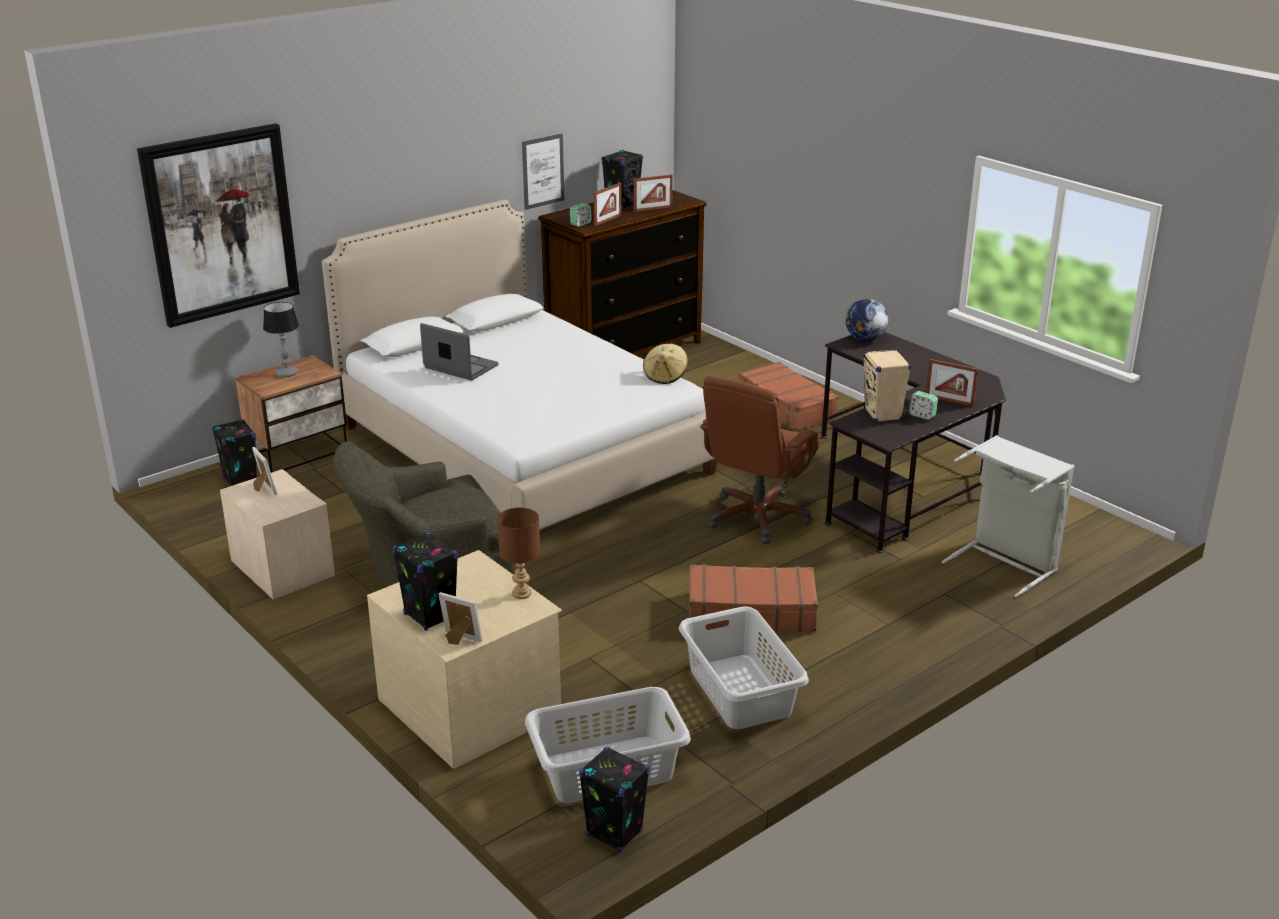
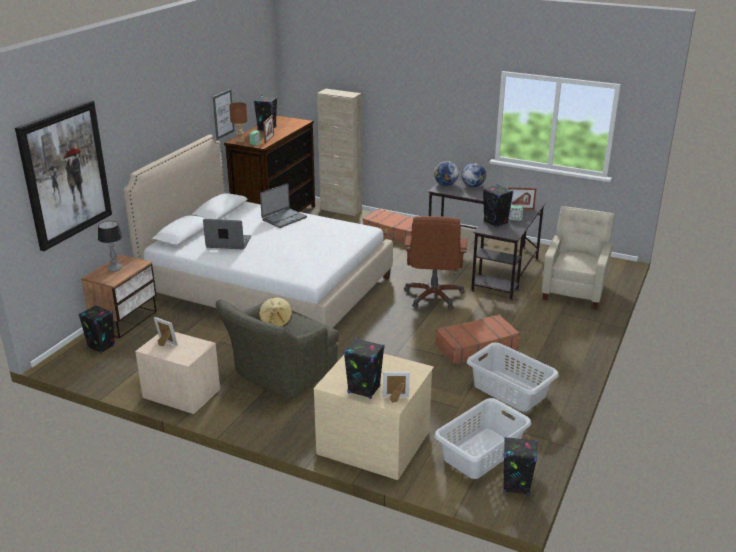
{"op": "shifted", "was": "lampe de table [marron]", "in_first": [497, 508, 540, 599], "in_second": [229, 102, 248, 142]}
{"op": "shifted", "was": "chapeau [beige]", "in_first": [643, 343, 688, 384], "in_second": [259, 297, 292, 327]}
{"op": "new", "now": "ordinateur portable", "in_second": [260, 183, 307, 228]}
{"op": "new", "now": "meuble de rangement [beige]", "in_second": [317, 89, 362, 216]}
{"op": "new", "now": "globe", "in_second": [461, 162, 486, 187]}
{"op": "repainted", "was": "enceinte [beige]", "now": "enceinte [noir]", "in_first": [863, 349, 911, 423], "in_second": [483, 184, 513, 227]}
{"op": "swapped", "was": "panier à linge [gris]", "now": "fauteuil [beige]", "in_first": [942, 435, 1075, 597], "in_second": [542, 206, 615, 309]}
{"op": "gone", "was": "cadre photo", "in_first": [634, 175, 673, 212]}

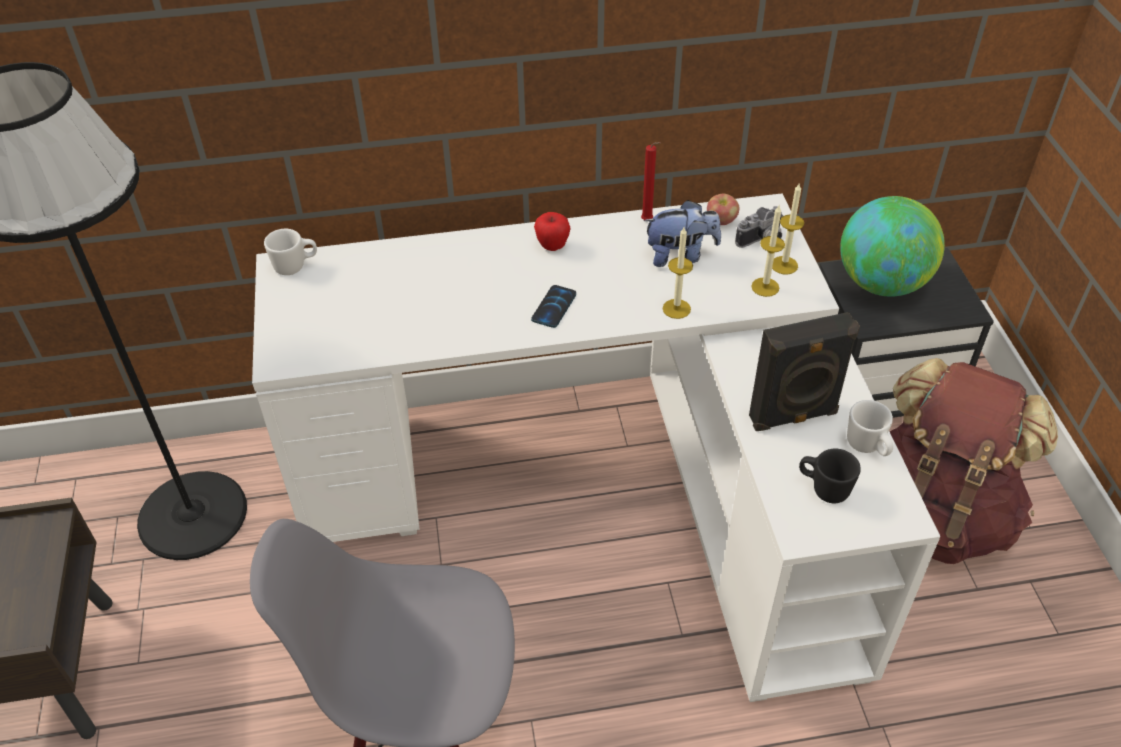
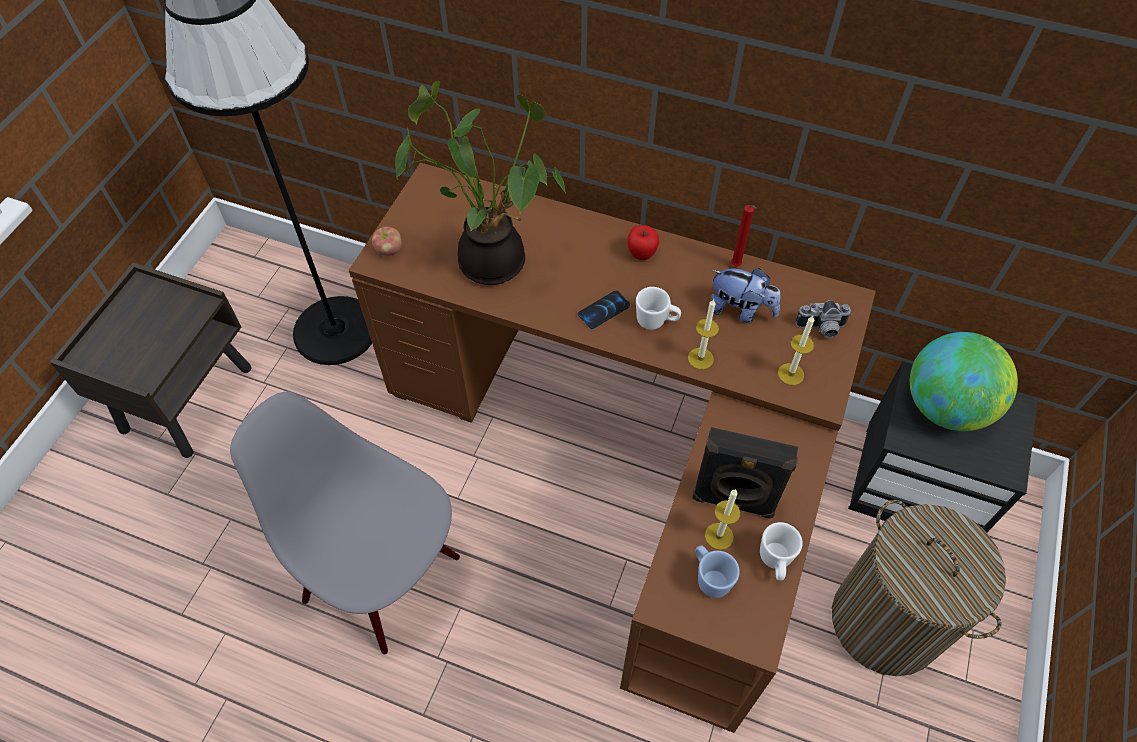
{"op": "repainted", "was": "bureau [blanc]", "now": "bureau [marron]", "in_first": [252, 193, 940, 702], "in_second": [349, 163, 876, 733]}
{"op": "shifted", "was": "pomme", "in_first": [707, 194, 739, 225], "in_second": [372, 227, 402, 256]}
{"op": "new", "now": "plante en pot", "in_second": [395, 81, 566, 285]}
{"op": "shifted", "was": "mug [blanc]", "in_first": [264, 229, 317, 275], "in_second": [636, 287, 681, 330]}
{"op": "repainted", "was": "mug [noir]", "now": "mug [bleu]", "in_first": [799, 449, 861, 503], "in_second": [695, 545, 740, 598]}
{"op": "shifted", "was": "bougie", "in_first": [772, 184, 804, 274], "in_second": [705, 489, 740, 550]}
{"op": "swapped", "was": "sac à dos [marron]", "now": "panier à linge", "in_first": [889, 358, 1058, 564], "in_second": [832, 500, 1006, 676]}

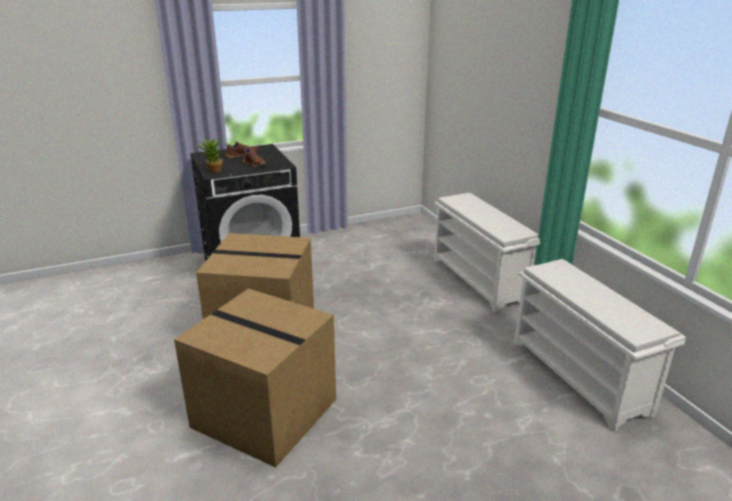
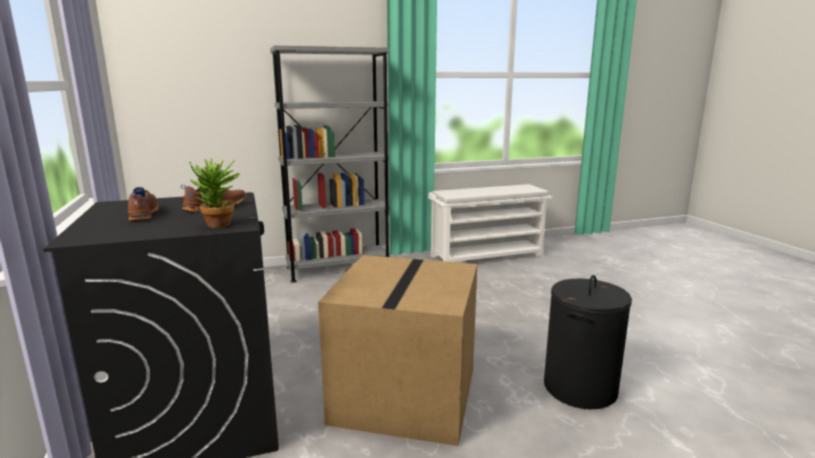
{"op": "swapped", "was": "étagère à chaussures [blanc]", "now": "bibliothèque [gris]", "in_first": [434, 193, 540, 312], "in_second": [270, 46, 390, 283]}
{"op": "swapped", "was": "carton", "now": "panier à linge [noir]", "in_first": [174, 288, 336, 468], "in_second": [544, 275, 632, 409]}

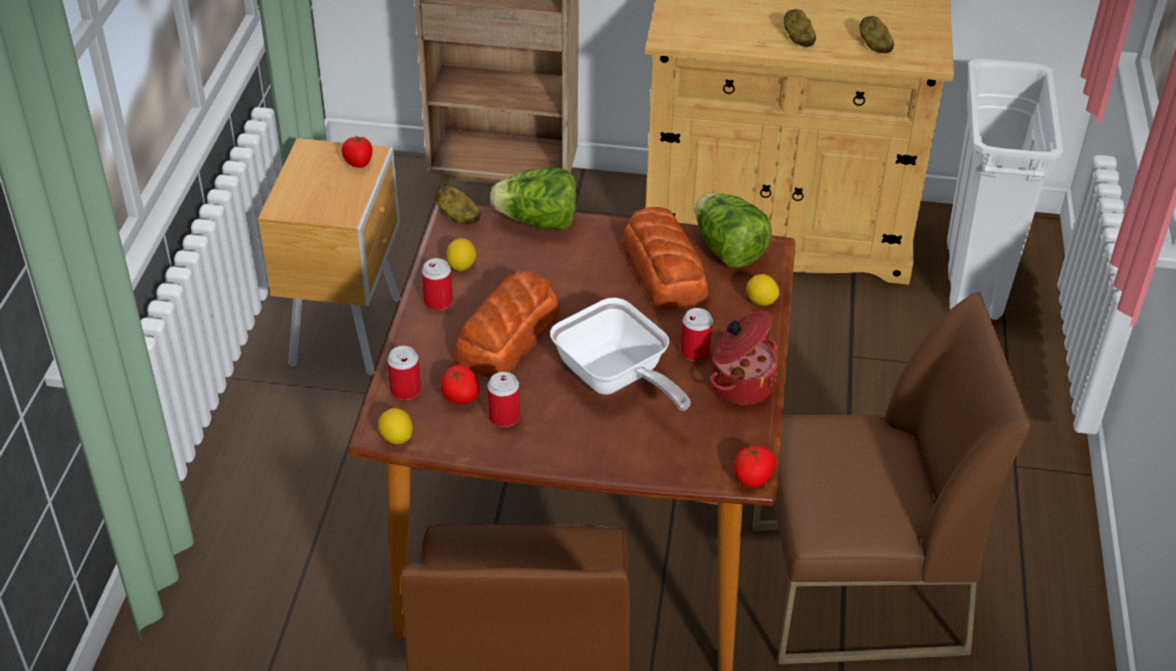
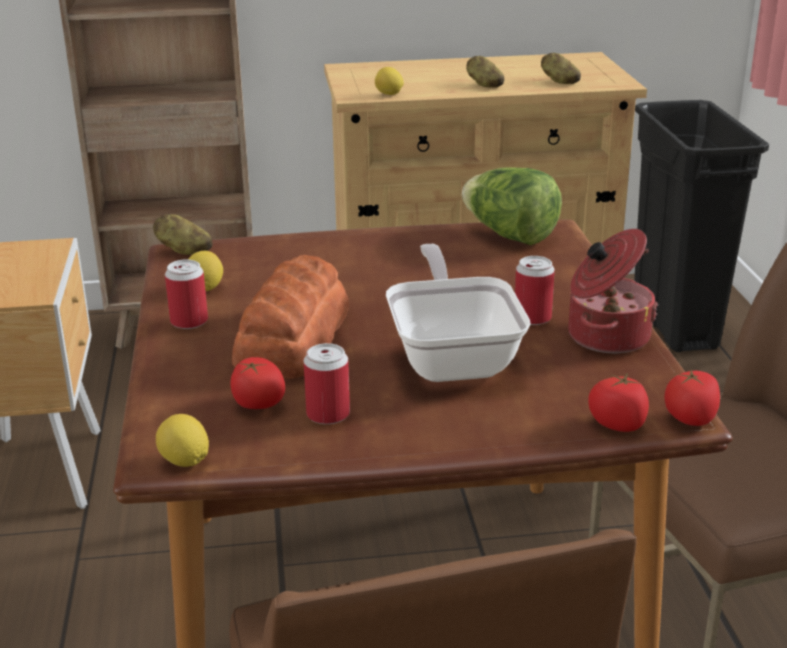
{"op": "shifted", "was": "citron", "in_first": [746, 274, 779, 306], "in_second": [375, 67, 404, 95]}
{"op": "rotated", "was": "poêle", "in_first": [550, 298, 691, 411], "in_second": [386, 244, 531, 382], "clockwise": -135}
{"op": "shifted", "was": "tomate", "in_first": [342, 136, 373, 168], "in_second": [588, 372, 649, 432]}
{"op": "repainted", "was": "poubelle [blanc]", "now": "poubelle [noir]", "in_first": [947, 59, 1063, 320], "in_second": [634, 100, 769, 352]}
{"op": "gone", "was": "boîte métallique", "in_first": [387, 346, 421, 400]}
{"op": "gone", "was": "laitue", "in_first": [490, 167, 577, 231]}
{"op": "gone", "was": "pain", "in_first": [622, 207, 709, 309]}

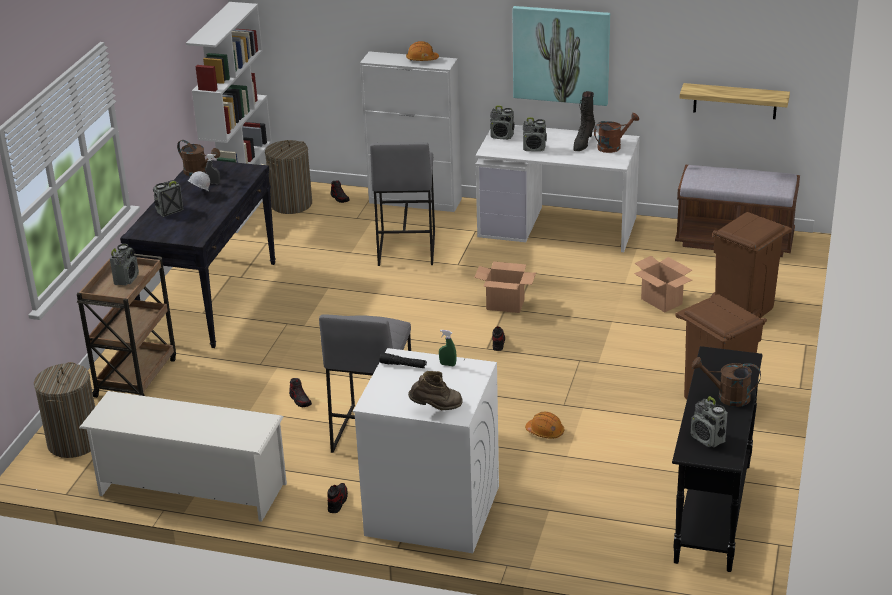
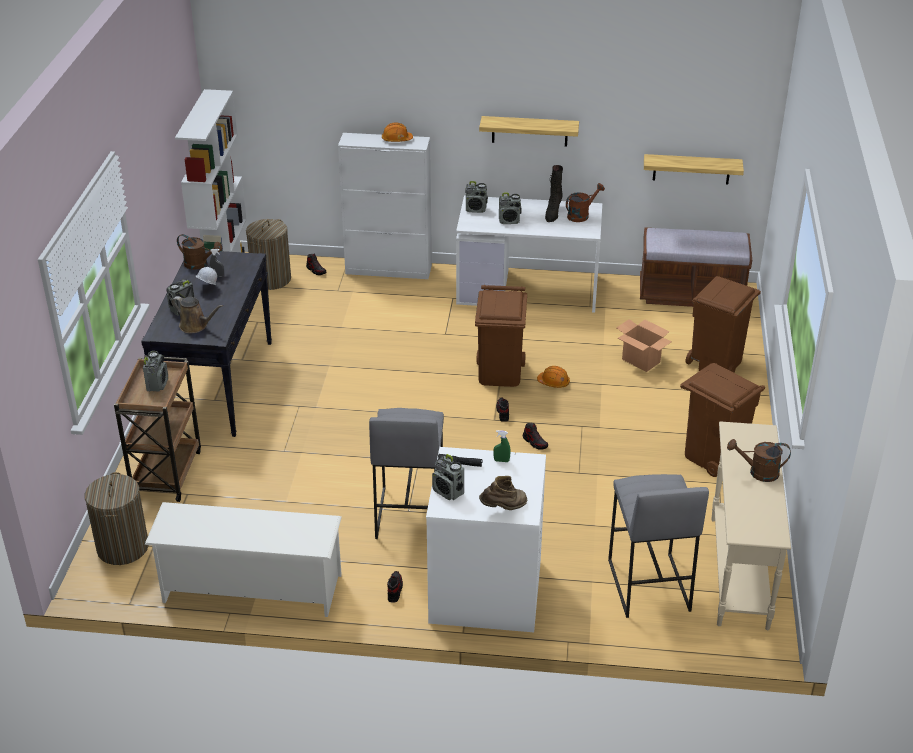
{"op": "new", "now": "arrosoir [marron]", "in_second": [171, 296, 223, 333]}
{"op": "shifted", "was": "radio", "in_first": [691, 396, 728, 448], "in_second": [432, 454, 464, 500]}
{"op": "swapped", "was": "carton", "now": "poubelle [marron]", "in_first": [474, 261, 536, 313], "in_second": [475, 285, 527, 387]}
{"op": "swapped", "was": "tableau", "now": "étagère", "in_first": [513, 6, 610, 106], "in_second": [479, 116, 579, 147]}
{"op": "shifted", "was": "chaussure", "in_first": [289, 378, 312, 407], "in_second": [523, 423, 548, 450]}
{"op": "shifted", "was": "casque de chantier [orange]", "in_first": [525, 412, 564, 438], "in_second": [537, 366, 570, 388]}
{"op": "shifted", "was": "tabouret [gris]", "in_first": [370, 142, 435, 266], "in_second": [608, 474, 709, 618]}
{"op": "repainted", "was": "table console [noir]", "now": "table console [beige]", "in_first": [672, 346, 763, 572], "in_second": [711, 421, 791, 630]}

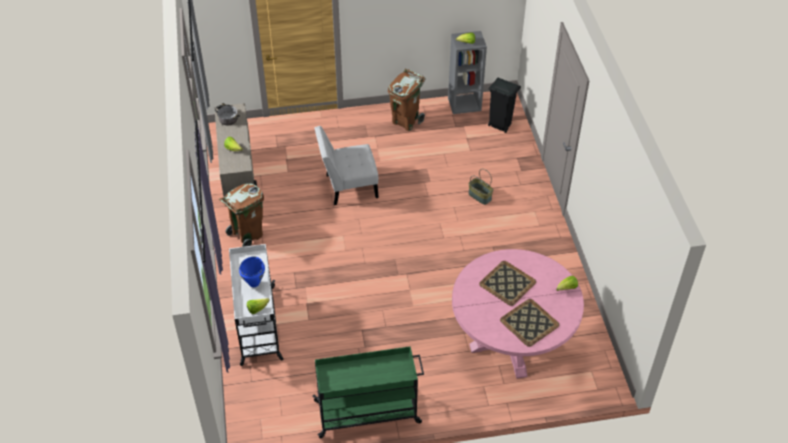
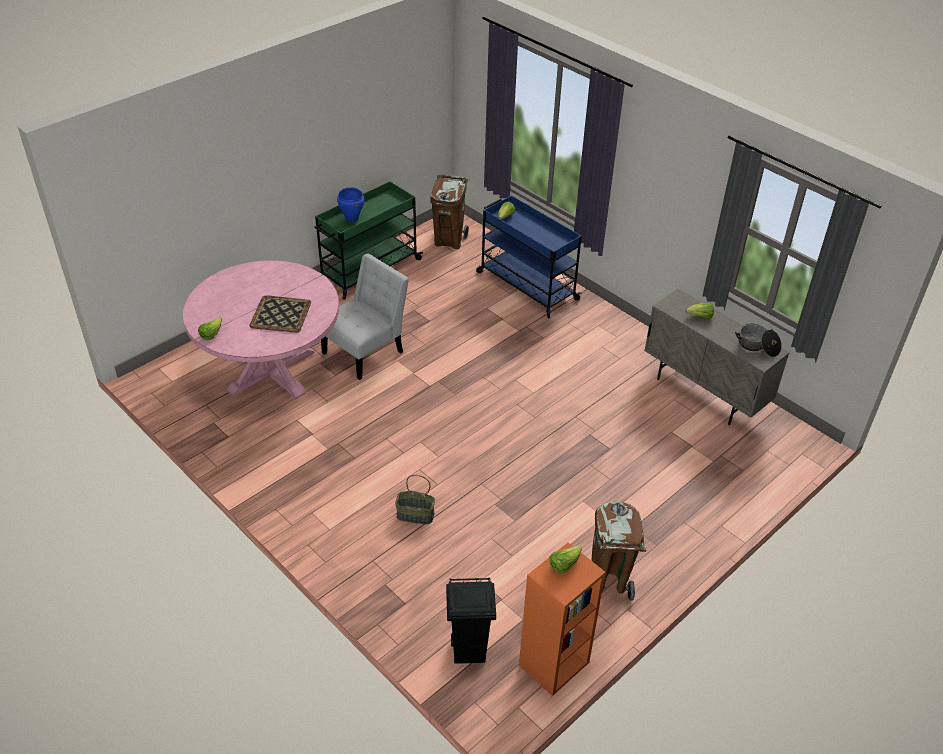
{"op": "shifted", "was": "chaise [blanc]", "in_first": [315, 126, 379, 205], "in_second": [321, 253, 409, 380]}
{"op": "shifted", "was": "marmite [bleu]", "in_first": [239, 257, 265, 287], "in_second": [337, 187, 364, 222]}
{"op": "shifted", "was": "poubelle [marron]", "in_first": [219, 183, 264, 247], "in_second": [430, 175, 469, 249]}
{"op": "repainted", "was": "chariot [blanc]", "now": "chariot [bleu]", "in_first": [229, 244, 283, 366], "in_second": [476, 195, 582, 318]}
{"op": "repainted", "was": "bibliothèque [gris]", "now": "bibliothèque [orange]", "in_first": [448, 31, 487, 114], "in_second": [519, 542, 606, 696]}
{"op": "gone", "was": "plateau", "in_first": [500, 299, 559, 347]}

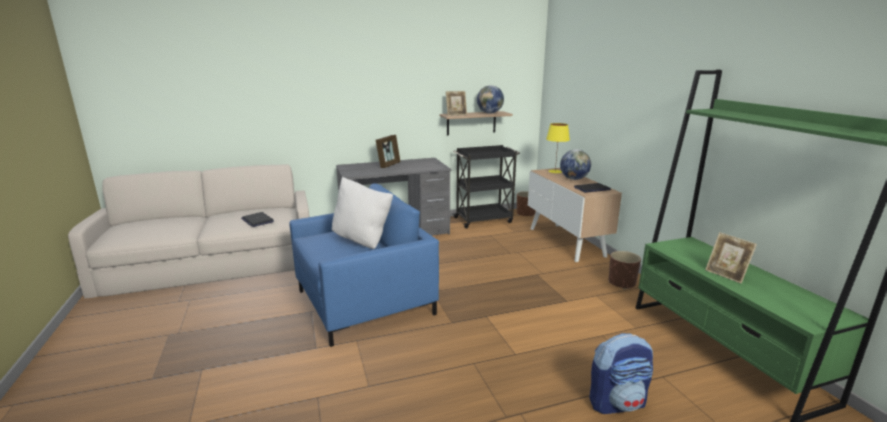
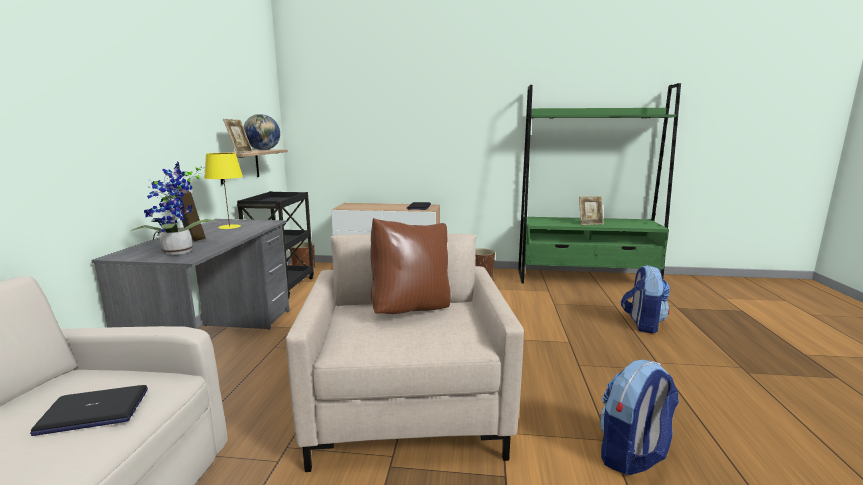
{"op": "new", "now": "plante en pot", "in_second": [131, 161, 222, 255]}
{"op": "shifted", "was": "lampe de table [jaune]", "in_first": [546, 123, 570, 173], "in_second": [204, 153, 243, 229]}
{"op": "repainted", "was": "fauteuil [bleu]", "now": "fauteuil [beige]", "in_first": [289, 183, 439, 347], "in_second": [286, 234, 524, 472]}
{"op": "repainted", "was": "coussin [blanc]", "now": "coussin [marron]", "in_first": [332, 177, 393, 249], "in_second": [370, 218, 451, 314]}
{"op": "new", "now": "sac à dos", "in_second": [600, 360, 679, 475]}
{"op": "gone", "was": "globe", "in_first": [560, 149, 591, 180]}

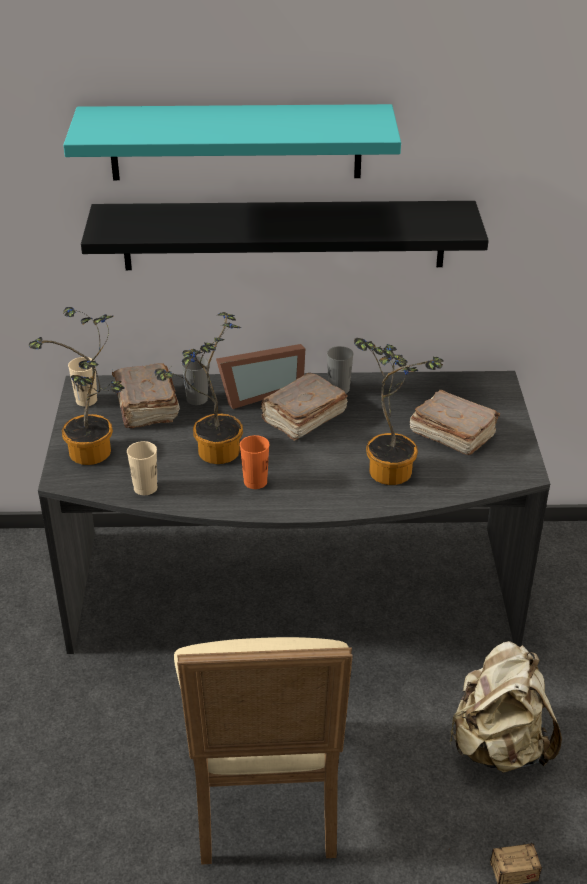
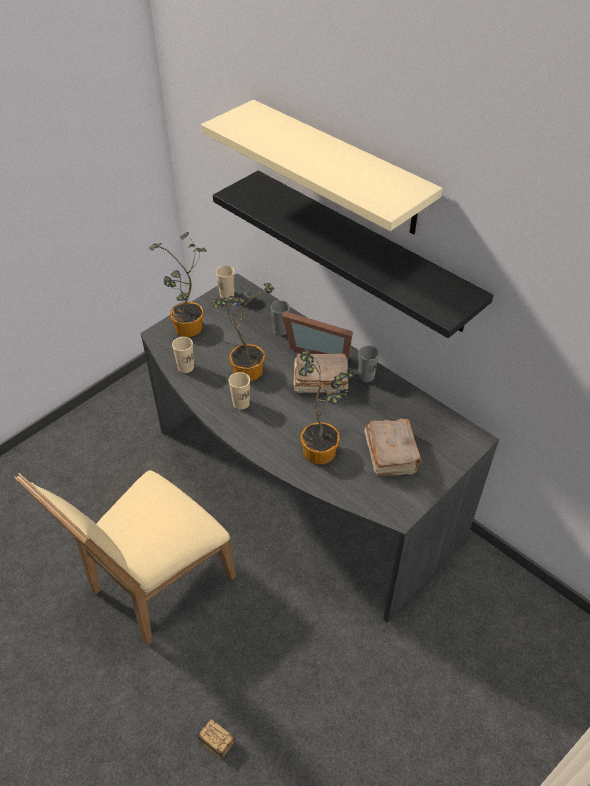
{"op": "repainted", "was": "étagère [turquoise]", "now": "étagère [beige]", "in_first": [63, 104, 401, 180], "in_second": [201, 100, 443, 235]}
{"op": "repainted", "was": "tasse [orange]", "now": "tasse [beige]", "in_first": [240, 435, 269, 489], "in_second": [229, 372, 250, 410]}
{"op": "gone", "was": "livre [marron]", "in_first": [112, 363, 180, 428]}
{"op": "gone", "was": "sac à dos [beige]", "in_first": [449, 641, 562, 773]}

